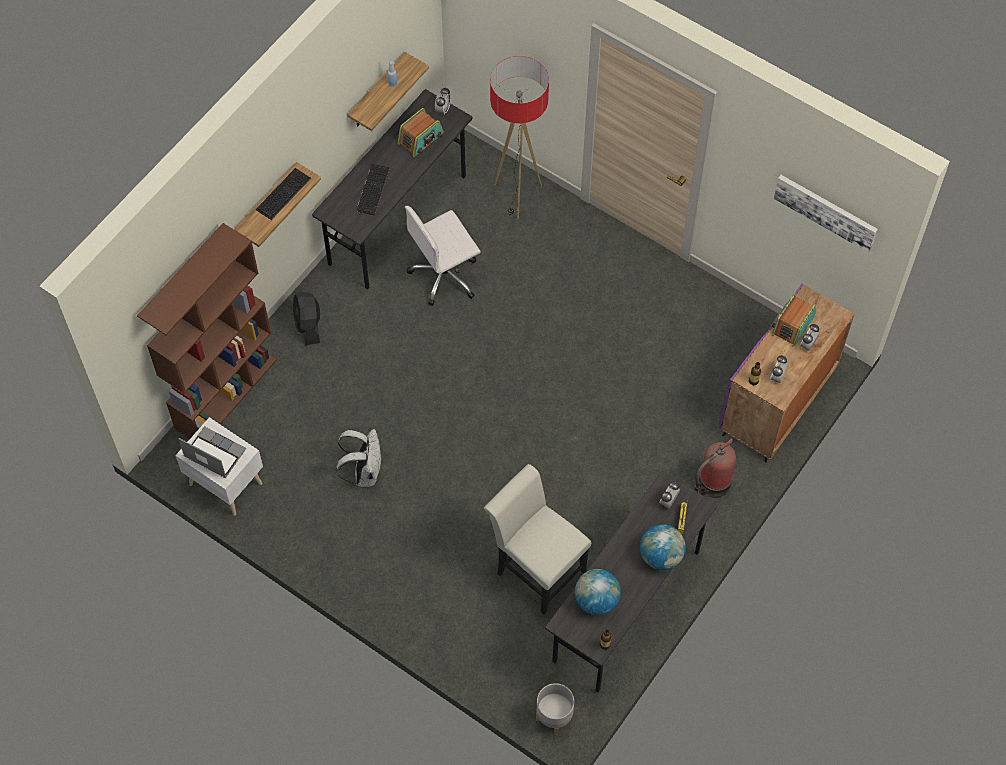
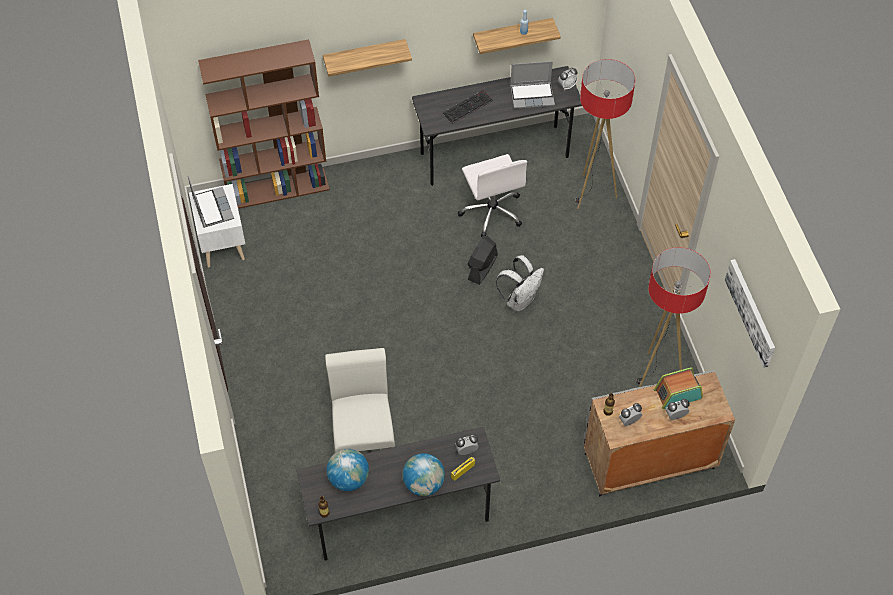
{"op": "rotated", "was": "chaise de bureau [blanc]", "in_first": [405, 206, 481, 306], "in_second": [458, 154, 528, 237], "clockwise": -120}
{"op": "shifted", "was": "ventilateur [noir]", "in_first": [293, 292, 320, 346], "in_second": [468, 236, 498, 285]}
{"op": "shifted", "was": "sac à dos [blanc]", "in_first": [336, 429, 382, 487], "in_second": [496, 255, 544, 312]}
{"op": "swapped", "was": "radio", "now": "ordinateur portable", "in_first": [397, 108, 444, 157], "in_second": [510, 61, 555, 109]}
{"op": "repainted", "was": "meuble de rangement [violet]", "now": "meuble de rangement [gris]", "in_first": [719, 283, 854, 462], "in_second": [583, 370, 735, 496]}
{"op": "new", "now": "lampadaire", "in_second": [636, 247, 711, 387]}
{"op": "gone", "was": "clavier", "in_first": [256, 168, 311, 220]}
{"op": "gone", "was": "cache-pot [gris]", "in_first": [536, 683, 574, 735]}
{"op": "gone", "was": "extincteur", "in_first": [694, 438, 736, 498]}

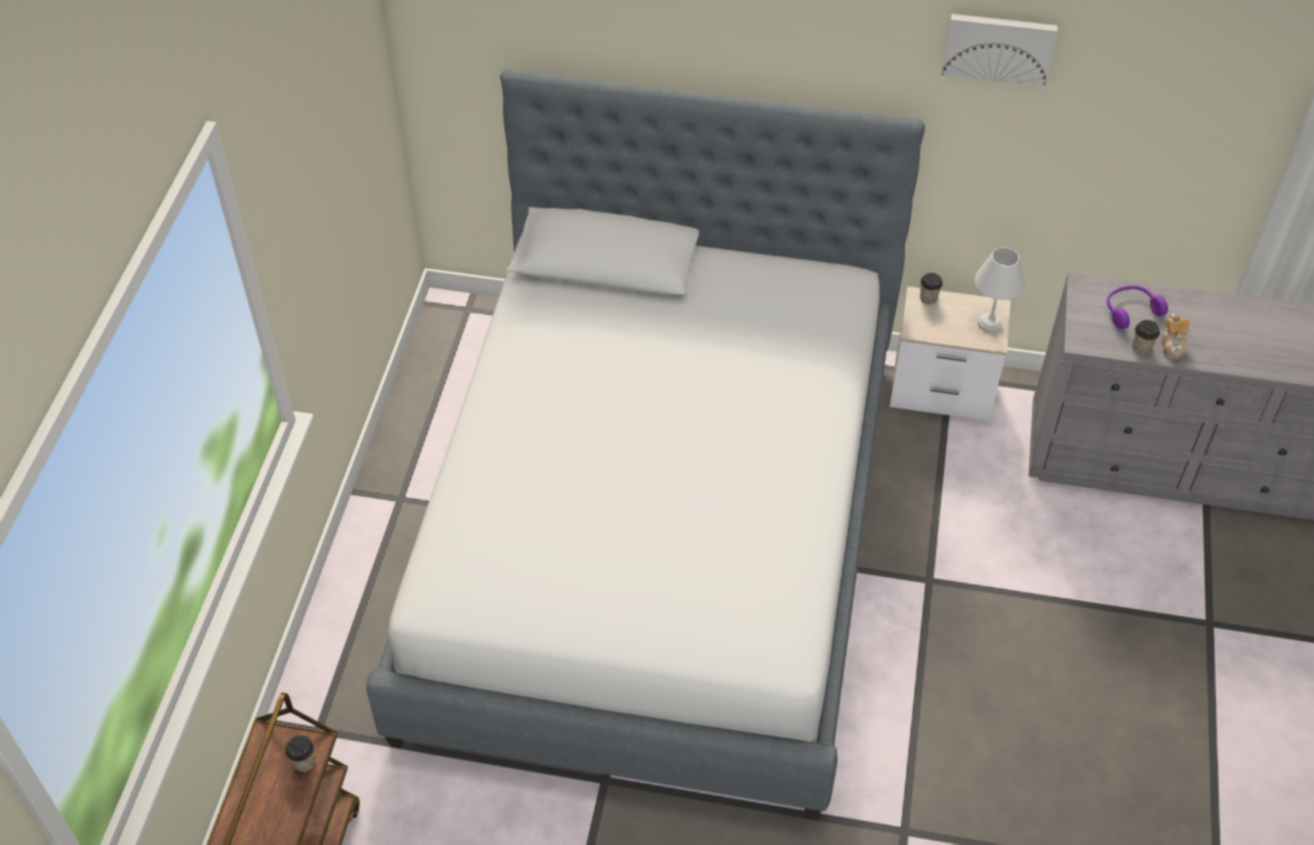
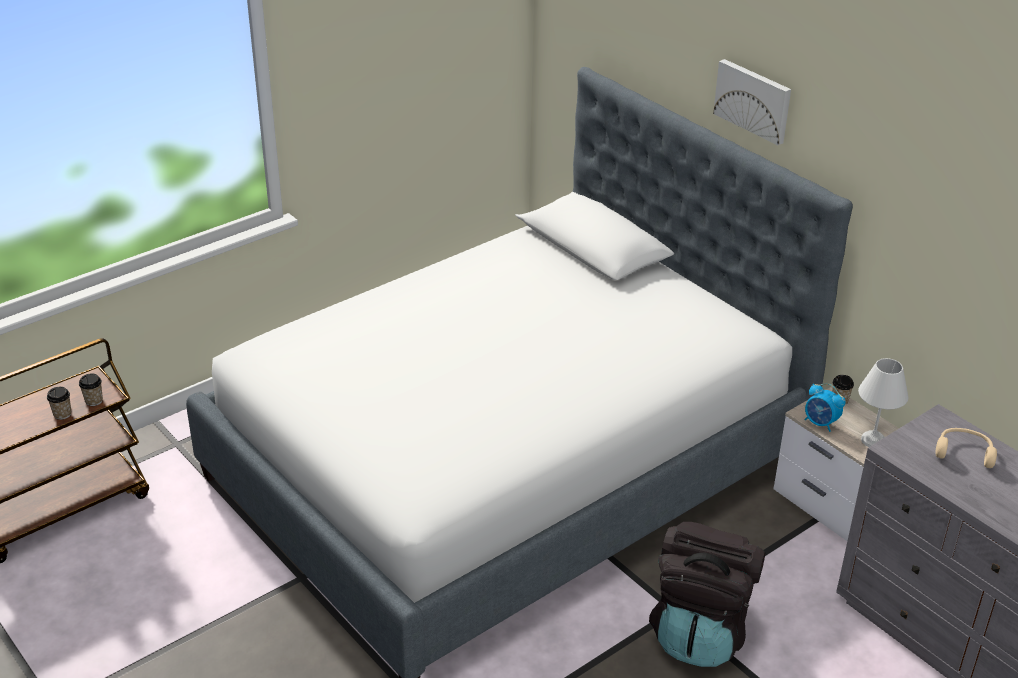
{"op": "shifted", "was": "tasse", "in_first": [1132, 320, 1160, 355], "in_second": [47, 387, 71, 420]}
{"op": "new", "now": "sac à dos [noir]", "in_second": [649, 522, 765, 667]}
{"op": "shifted", "was": "tableau", "in_first": [942, 14, 1058, 87], "in_second": [713, 59, 791, 145]}
{"op": "new", "now": "réveil", "in_second": [804, 383, 845, 432]}
{"op": "repainted", "was": "casque audio [violet]", "now": "casque audio [beige]", "in_first": [1107, 286, 1168, 329], "in_second": [935, 428, 997, 468]}
{"op": "gone", "was": "théière", "in_first": [1161, 314, 1189, 360]}

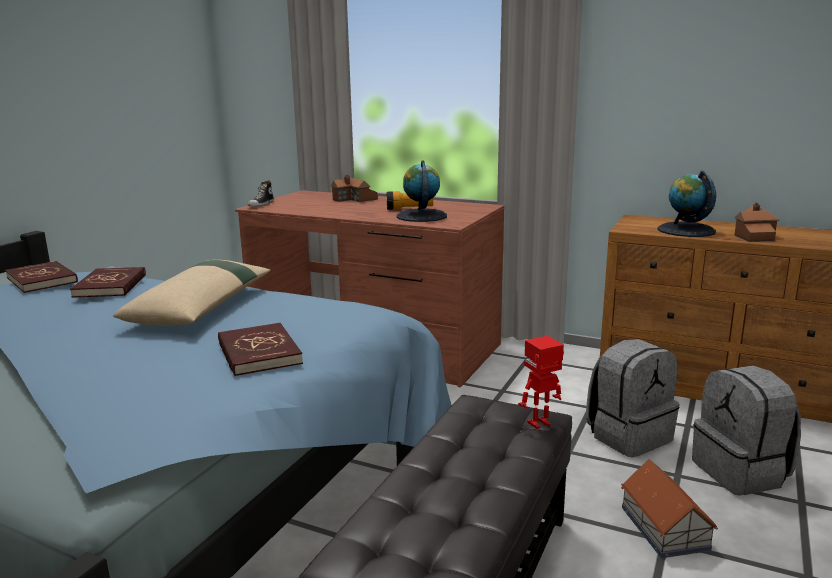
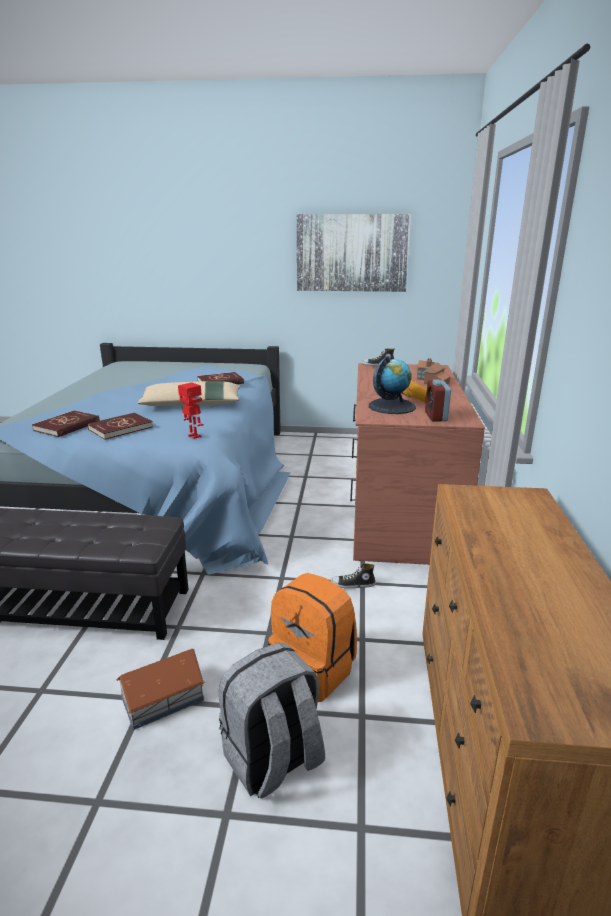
{"op": "shifted", "was": "livre [rouge]", "in_first": [5, 261, 78, 293], "in_second": [32, 411, 100, 437]}
{"op": "shifted", "was": "robot jouet", "in_first": [518, 336, 564, 429], "in_second": [178, 382, 204, 439]}
{"op": "repainted", "was": "sac à dos [gris]", "now": "sac à dos [orange]", "in_first": [586, 339, 680, 458], "in_second": [268, 573, 357, 702]}
{"op": "new", "now": "tableau", "in_second": [297, 214, 411, 292]}
{"op": "new", "now": "chaussure", "in_second": [330, 564, 376, 588]}
{"op": "new", "now": "réveil", "in_second": [425, 380, 451, 422]}
{"op": "gone", "was": "globe", "in_first": [657, 170, 716, 237]}
{"op": "gone", "was": "maison miniature", "in_first": [734, 203, 779, 242]}

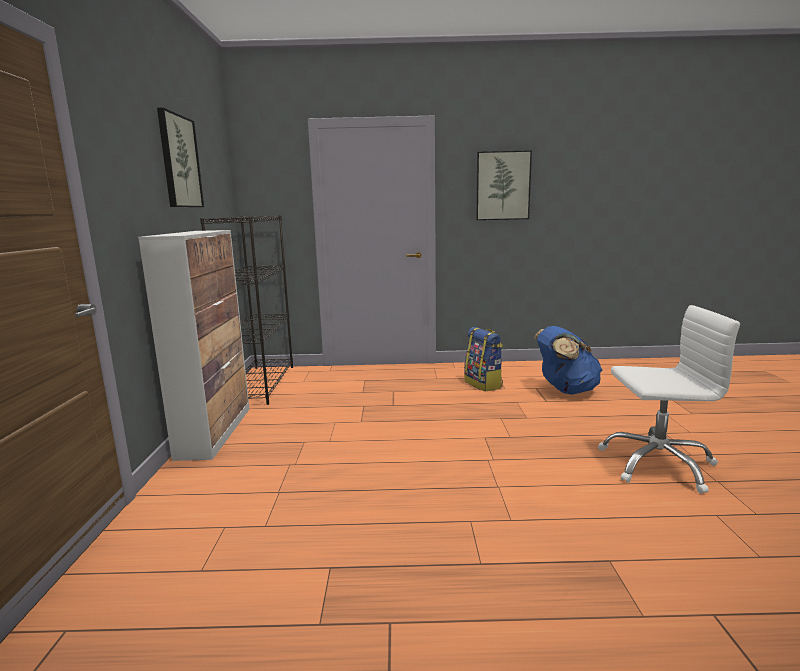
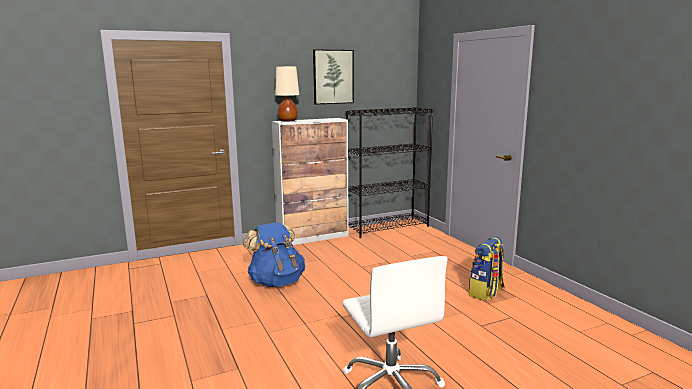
{"op": "shifted", "was": "sac à dos [bleu]", "in_first": [534, 326, 603, 395], "in_second": [243, 222, 305, 287]}
{"op": "new", "now": "lampe de table [beige]", "in_second": [275, 66, 299, 122]}
{"op": "gone", "was": "tableau", "in_first": [476, 150, 532, 220]}

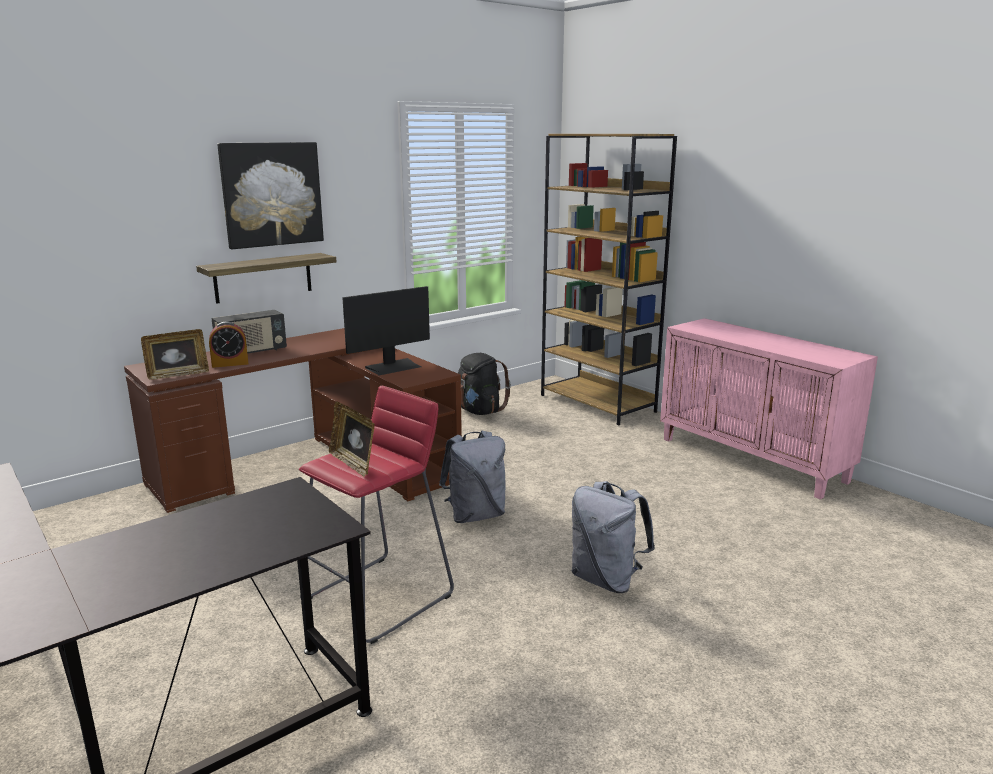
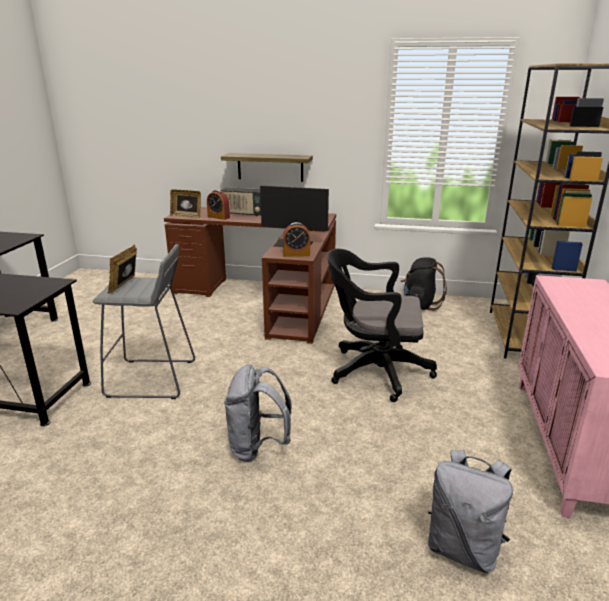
{"op": "repainted", "was": "tabouret [rouge]", "now": "tabouret [gris]", "in_first": [299, 386, 454, 644], "in_second": [92, 244, 195, 399]}
{"op": "new", "now": "réveil", "in_second": [283, 222, 310, 257]}
{"op": "new", "now": "chaise de bureau [noir]", "in_second": [327, 249, 437, 402]}
{"op": "shifted", "was": "sac à dos [gris]", "in_first": [439, 431, 506, 523], "in_second": [428, 450, 513, 573]}
{"op": "gone", "was": "tableau", "in_first": [217, 142, 324, 249]}

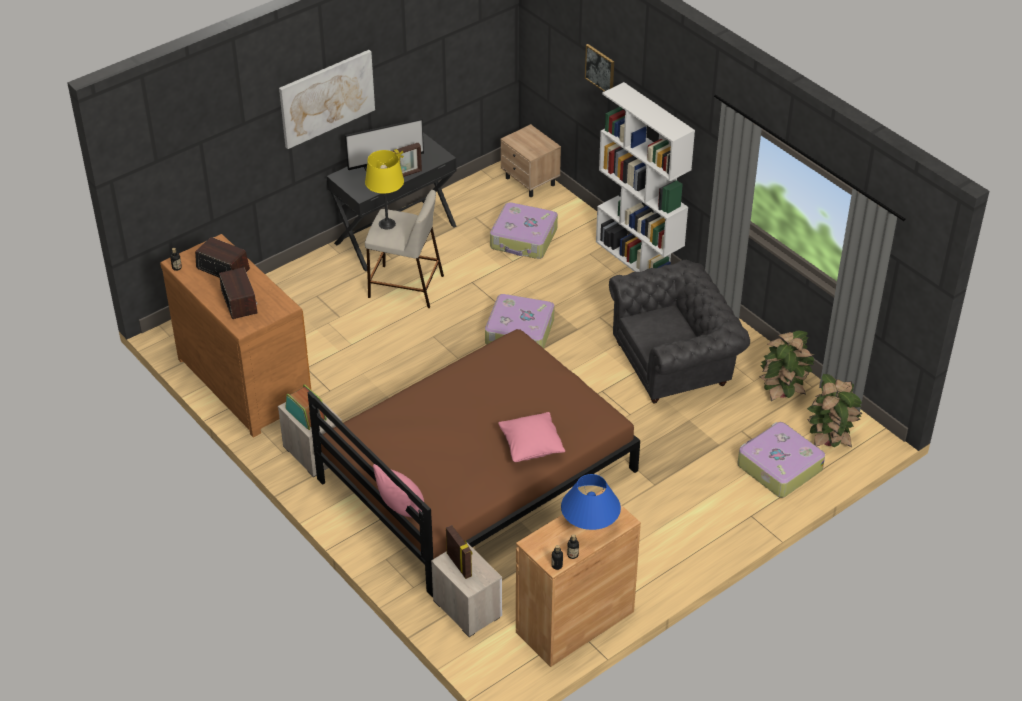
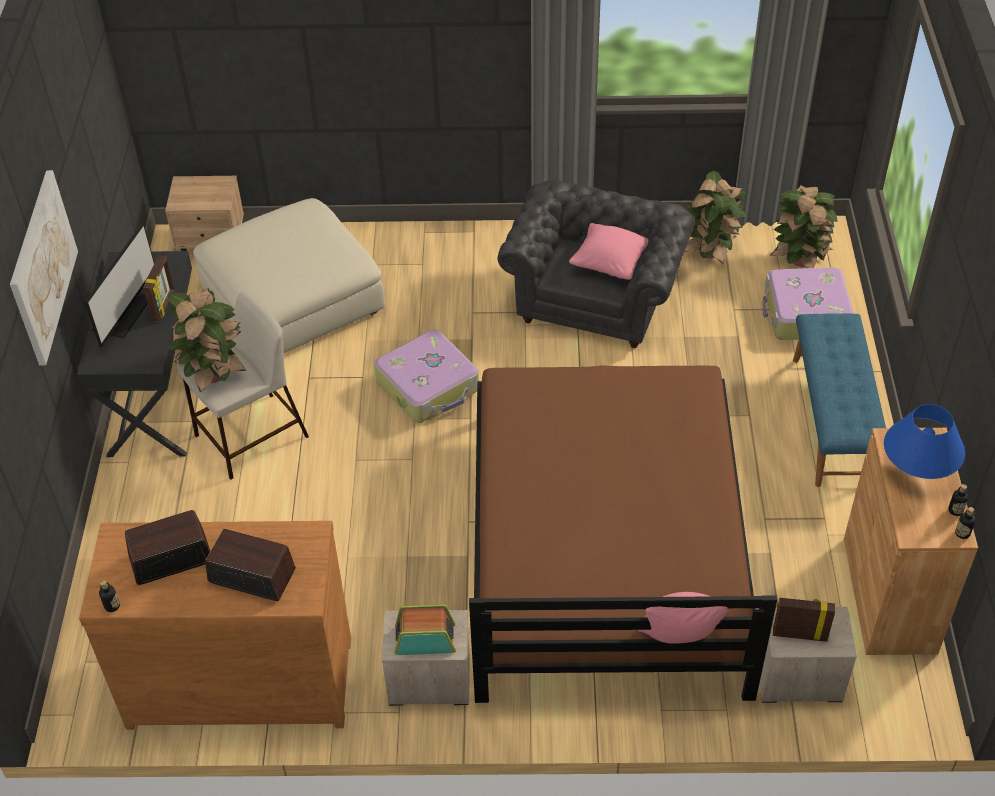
{"op": "swapped", "was": "lampe de table [jaune]", "now": "plante en pot", "in_first": [365, 150, 404, 229], "in_second": [168, 288, 246, 393]}
{"op": "swapped", "was": "valise", "now": "pouf [beige]", "in_first": [490, 202, 558, 259], "in_second": [193, 198, 385, 353]}
{"op": "shifted", "was": "coussin [rose]", "in_first": [498, 412, 565, 462], "in_second": [569, 223, 649, 280]}
{"op": "new", "now": "banc [bleu]", "in_second": [793, 314, 886, 487]}
{"op": "gone", "was": "tableau", "in_first": [585, 44, 614, 91]}
{"op": "gone", "was": "bibliothèque [blanc]", "in_first": [596, 82, 695, 272]}

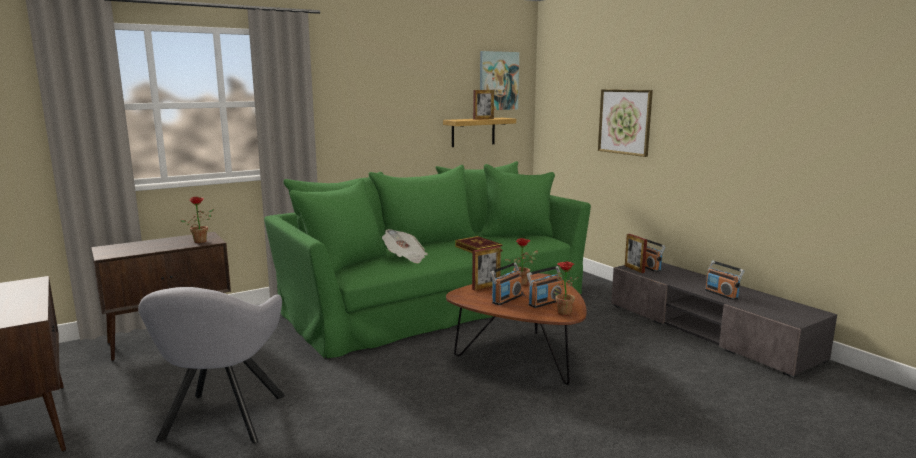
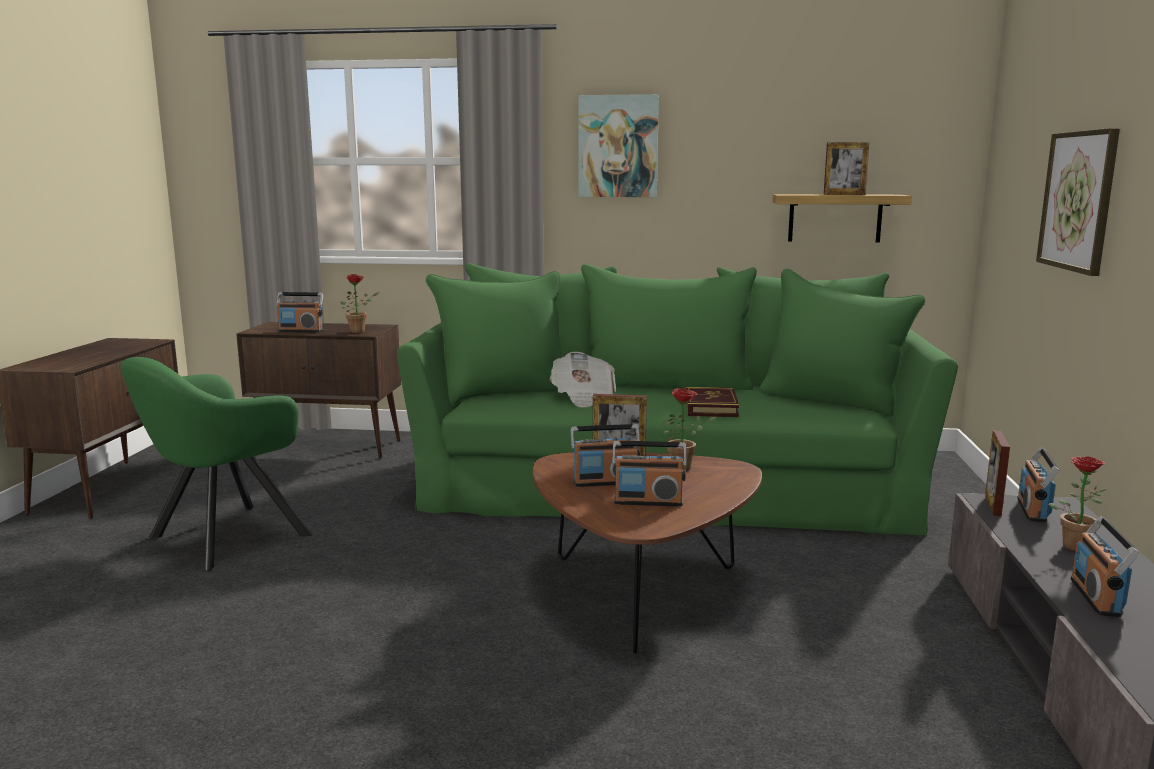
{"op": "repainted", "was": "fauteuil [gris]", "now": "fauteuil [vert]", "in_first": [138, 287, 285, 443], "in_second": [120, 357, 312, 571]}
{"op": "new", "now": "radio", "in_second": [276, 292, 323, 332]}
{"op": "shifted", "was": "tableau", "in_first": [480, 51, 519, 110], "in_second": [578, 94, 659, 197]}
{"op": "shifted", "was": "plante en pot", "in_first": [554, 262, 579, 315], "in_second": [1048, 457, 1106, 551]}

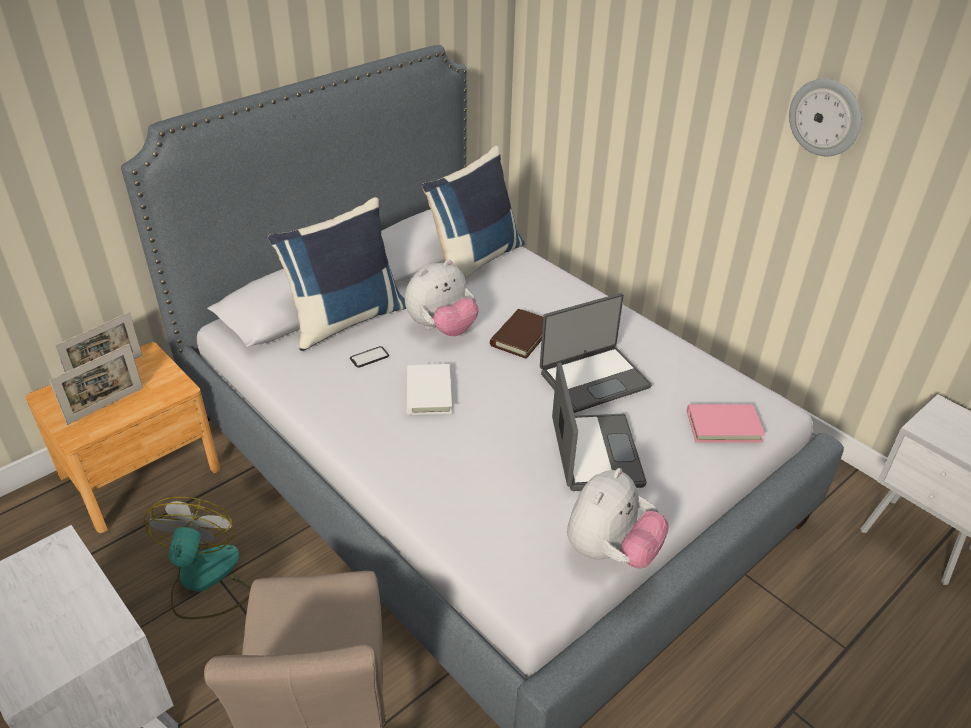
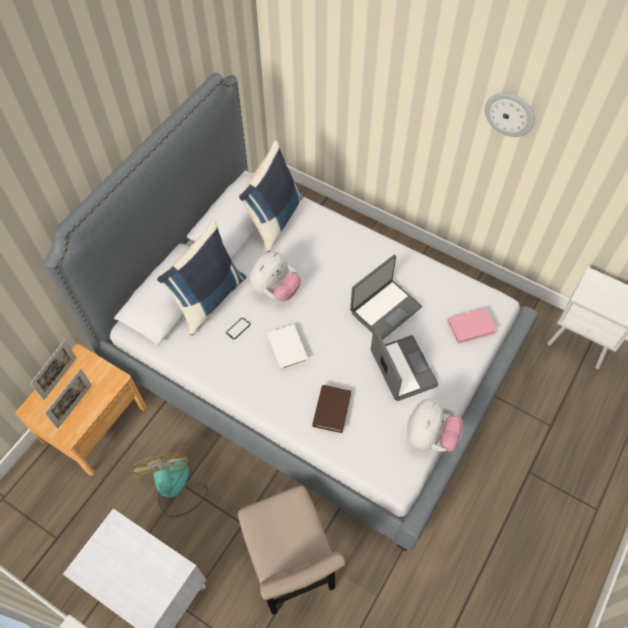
{"op": "shifted", "was": "livre [marron]", "in_first": [490, 309, 543, 359], "in_second": [312, 385, 351, 433]}

